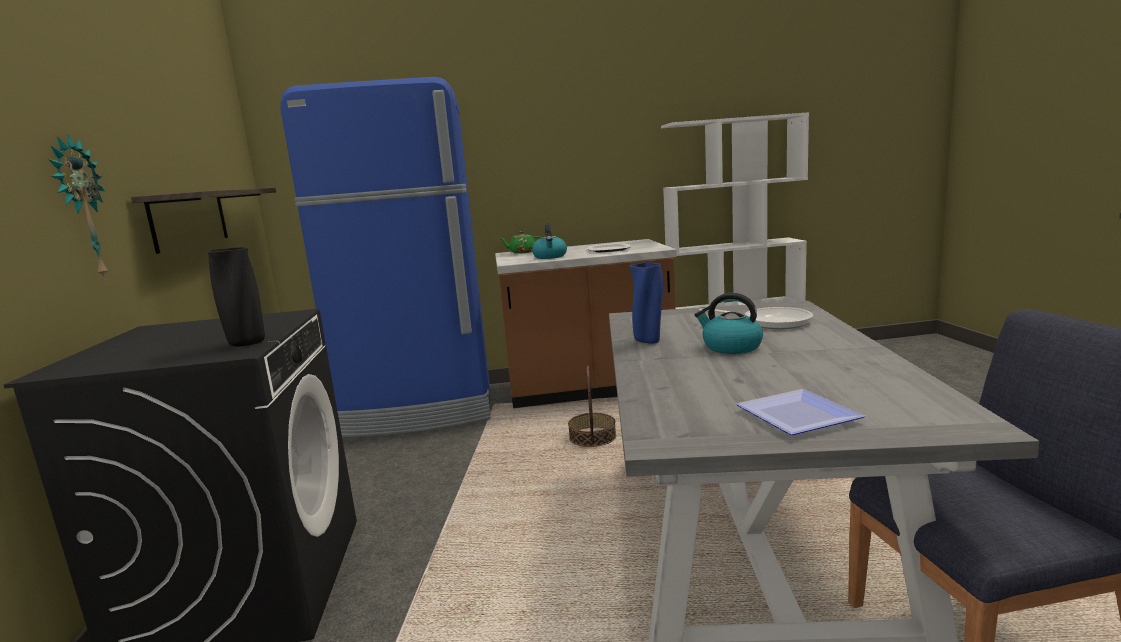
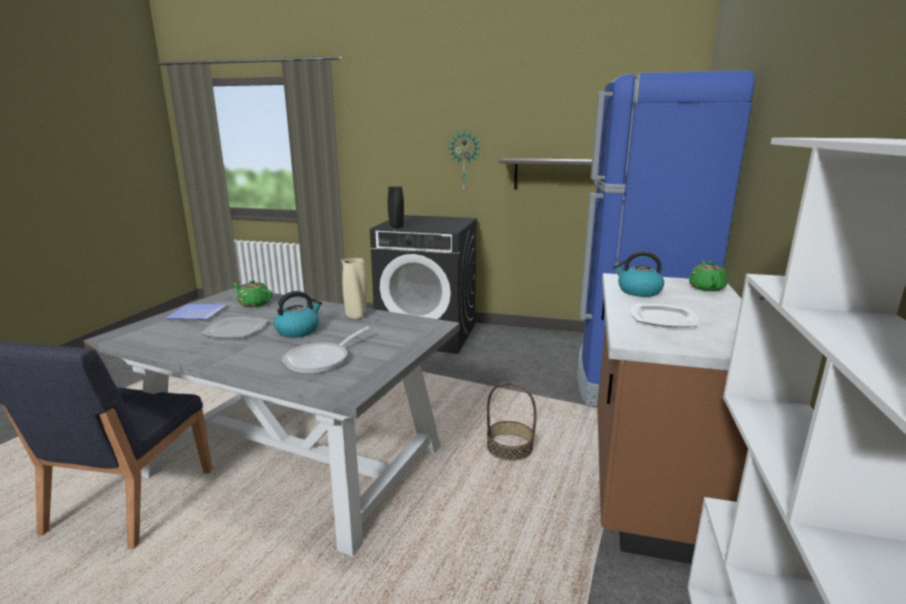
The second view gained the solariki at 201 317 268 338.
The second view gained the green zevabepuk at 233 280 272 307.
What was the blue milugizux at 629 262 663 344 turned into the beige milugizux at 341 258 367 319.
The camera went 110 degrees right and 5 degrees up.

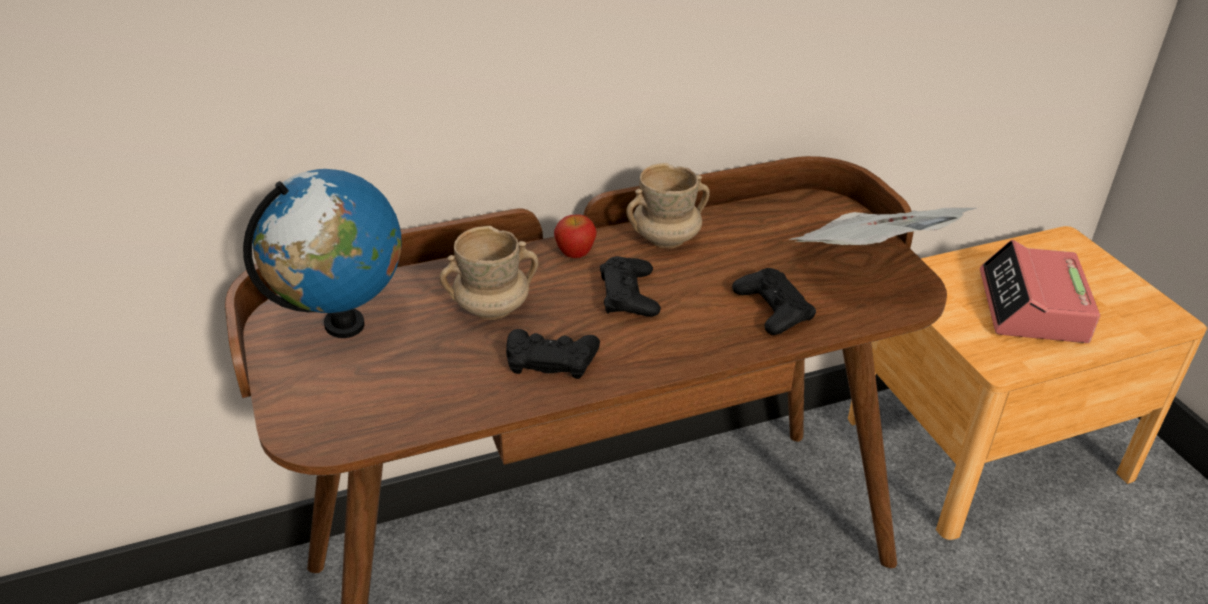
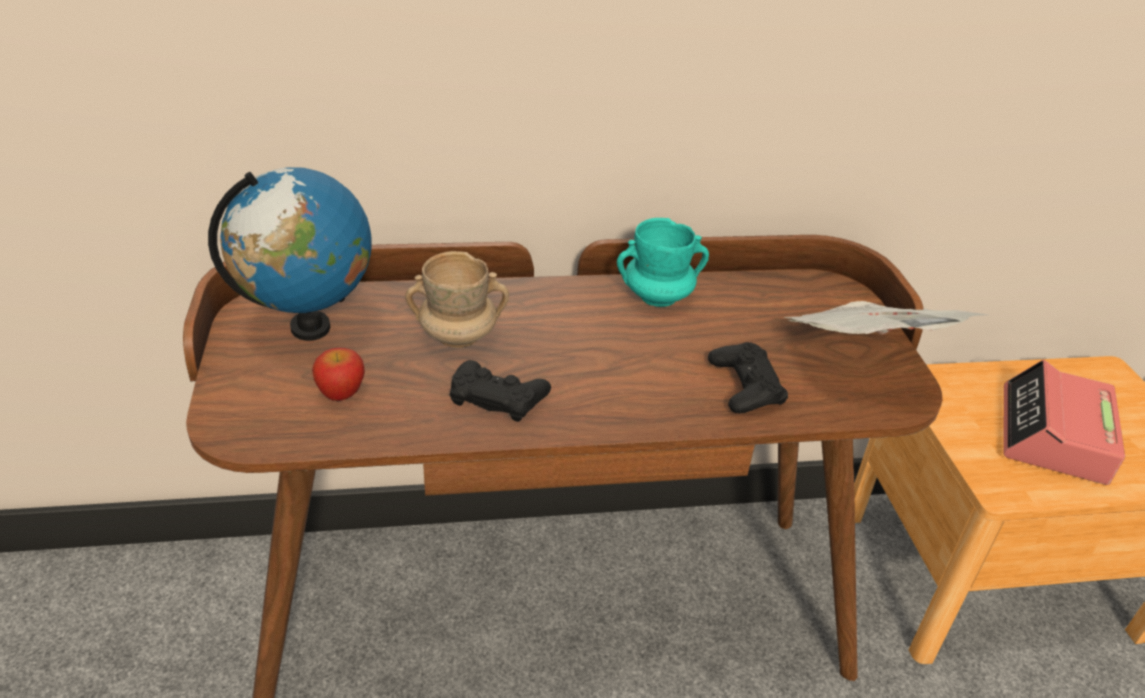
The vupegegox ended up elsewhere, having gone from 554 214 597 258 to 312 348 365 401.
What was the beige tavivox at 626 163 710 249 turned into the turquoise tavivox at 617 218 709 307.
The second view lost the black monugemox at 600 256 661 317.
The camera went 10 degrees right and 0 degrees up.

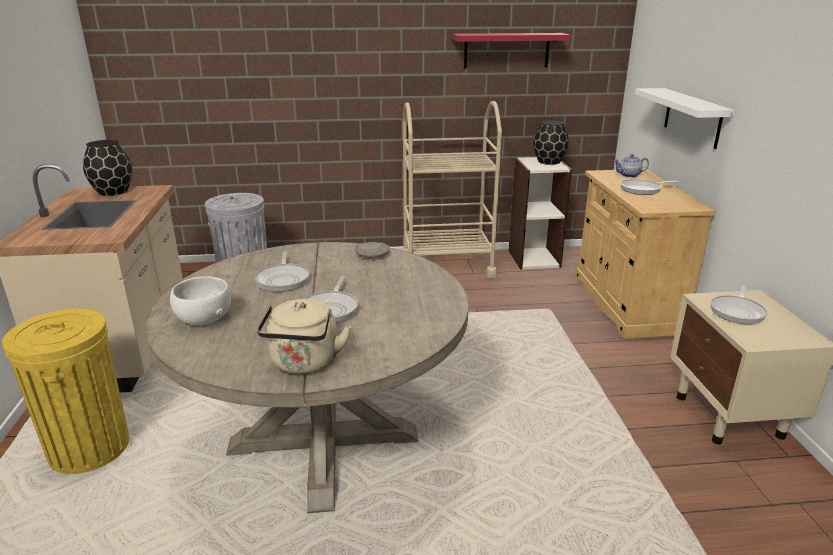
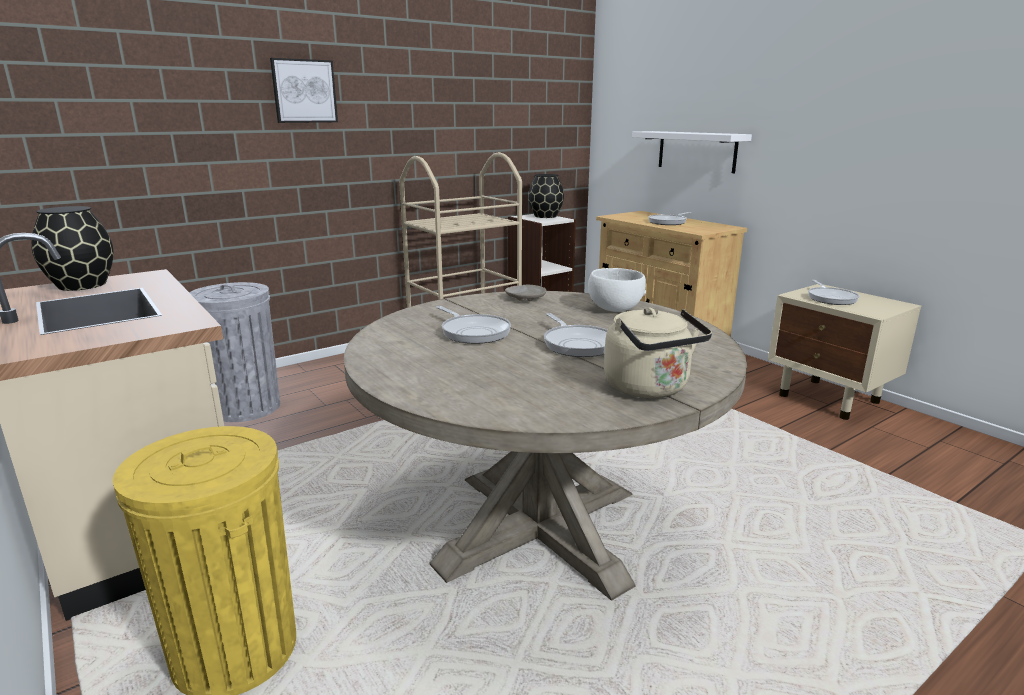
The second view gained the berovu at 270 58 338 123.
The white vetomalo ended up elsewhere, having gone from 170 276 231 325 to 588 268 646 312.
The second view lost the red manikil at 453 33 571 68.
The second view lost the zevabepuk at 614 154 649 178.
The camera went 30 degrees left and 5 degrees down.

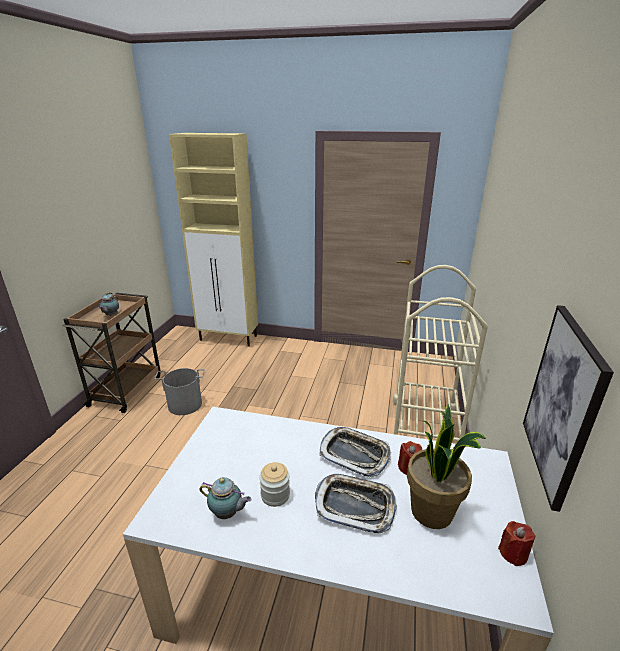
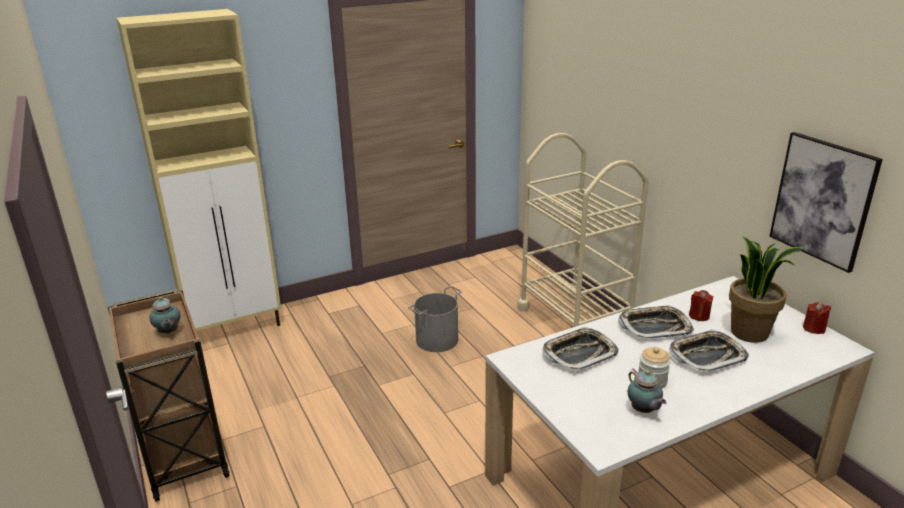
The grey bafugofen ended up elsewhere, having gone from 154 368 205 415 to 408 286 462 352.
The second view gained the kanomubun at 542 327 619 371.
The zevabepuk at 200 477 252 519 ended up facing another way, 90 degrees clockwise from before.
The camera went 40 degrees left and 0 degrees up.

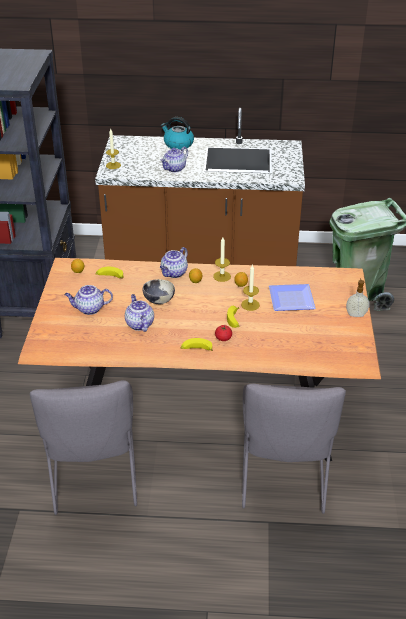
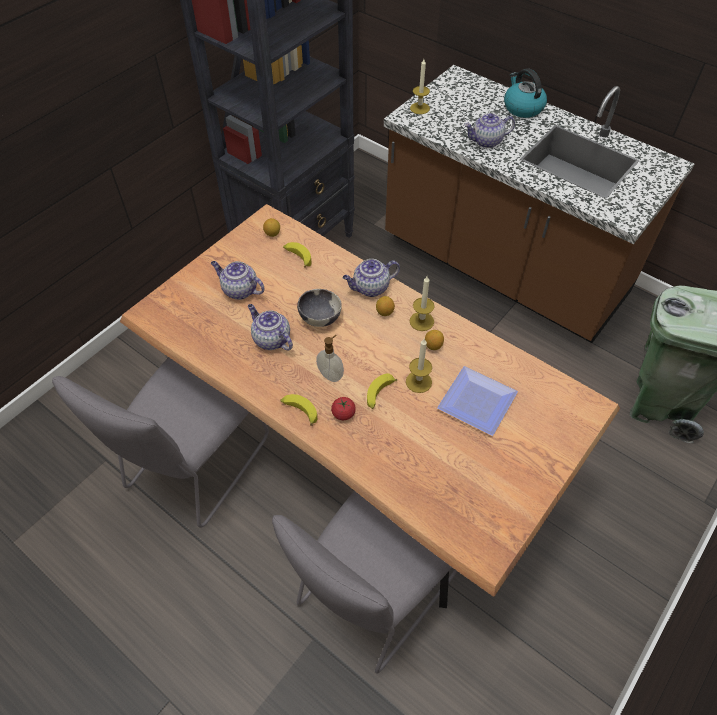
The zevabepuk at 125 294 154 332 ended up facing another way, 60 degrees counterclockwise from before.
The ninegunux ended up elsewhere, having gone from 346 278 369 317 to 316 335 344 382.
The camera went 35 degrees right and 15 degrees up.

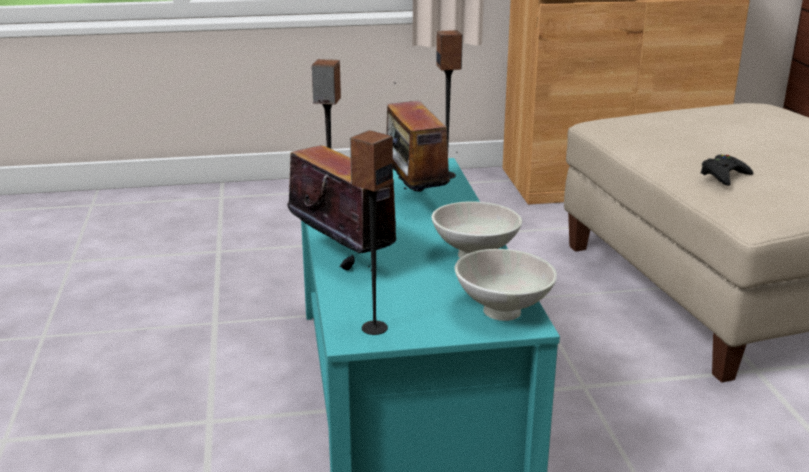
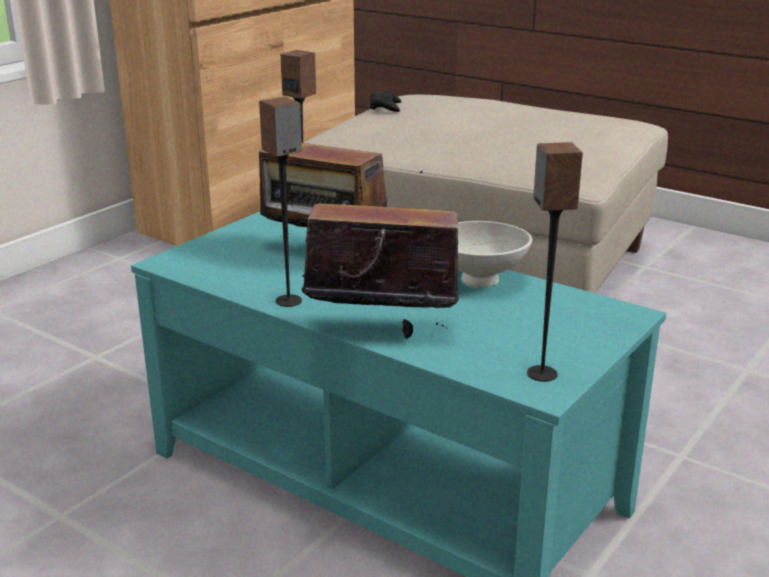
The black monugemox ended up elsewhere, having gone from 700 155 753 186 to 370 91 401 112.
The second view lost the white vetomalo at 455 249 557 321.
The camera went 45 degrees left and 0 degrees up.

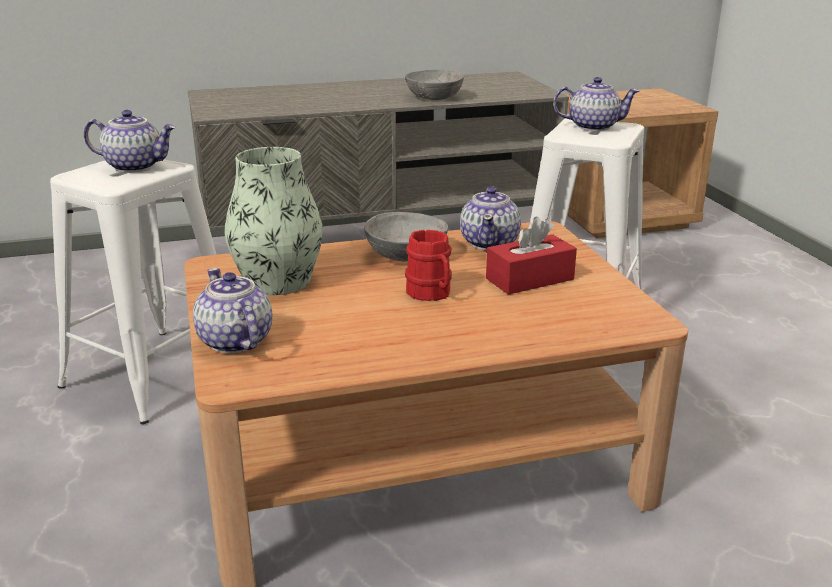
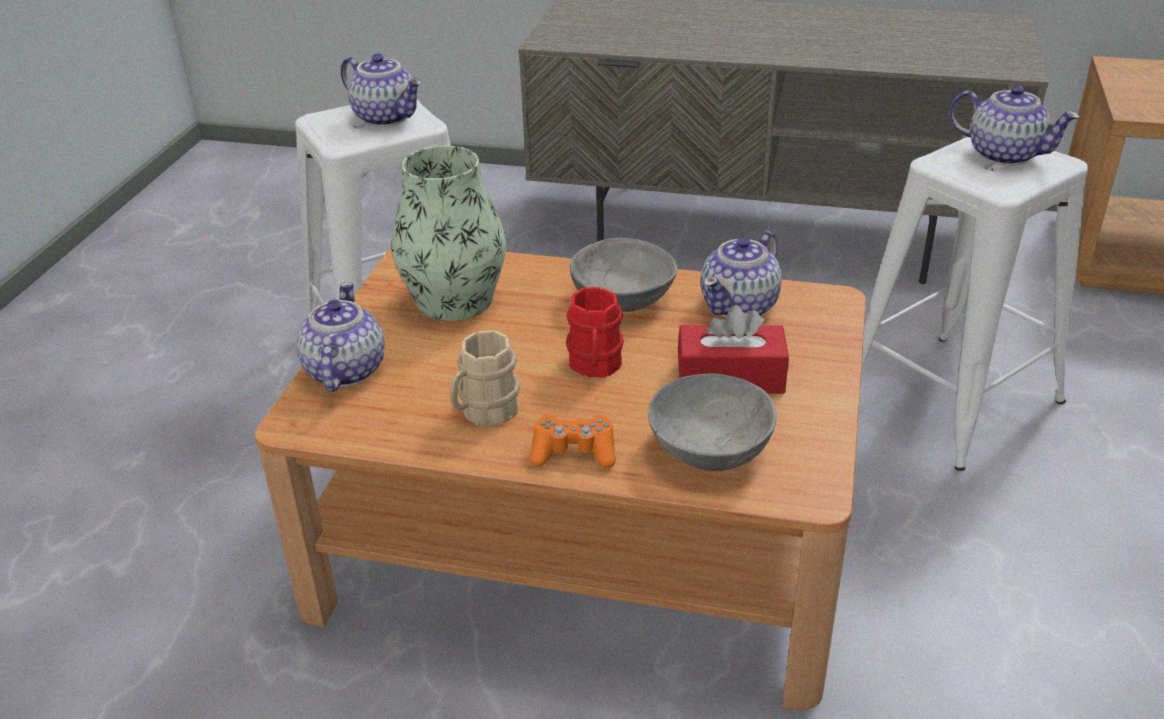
The second view gained the beige tavivox at 450 330 520 427.
The second view gained the orange monugemox at 529 414 616 468.
The grey vetomalo ended up elsewhere, having gone from 405 70 464 100 to 648 374 777 471.
The camera went 30 degrees right and 10 degrees up.

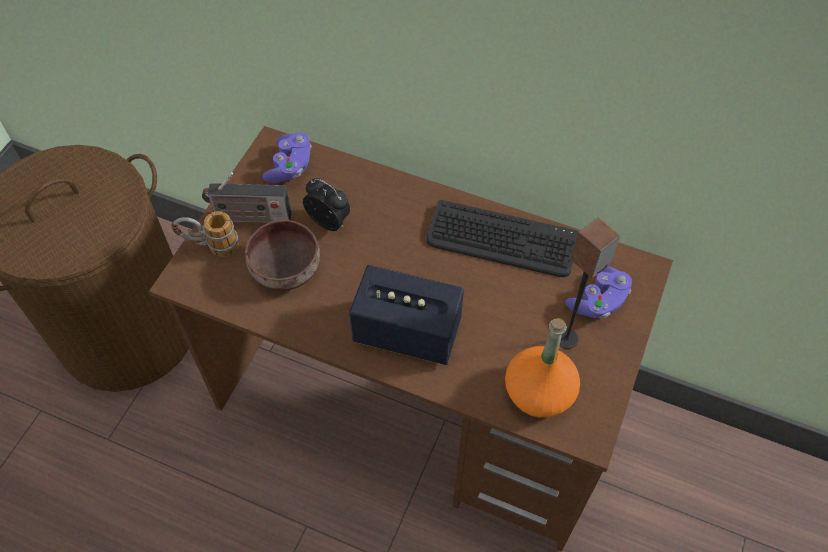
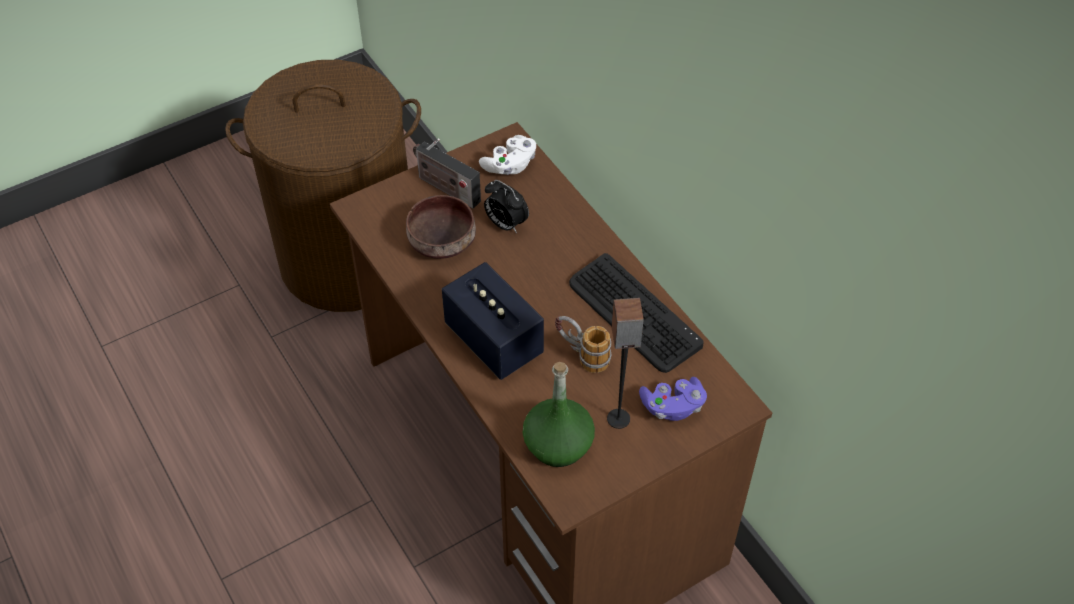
What was the purple monugemox at 262 133 312 183 turned into the white monugemox at 479 135 536 175.
The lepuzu at 303 178 350 231 ended up facing another way, 150 degrees clockwise from before.
What was the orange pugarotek at 505 318 580 418 turned into the green pugarotek at 523 362 595 467.
The tavivox ended up elsewhere, having gone from 171 211 239 257 to 555 316 611 373.
The camera went 35 degrees right and 5 degrees down.

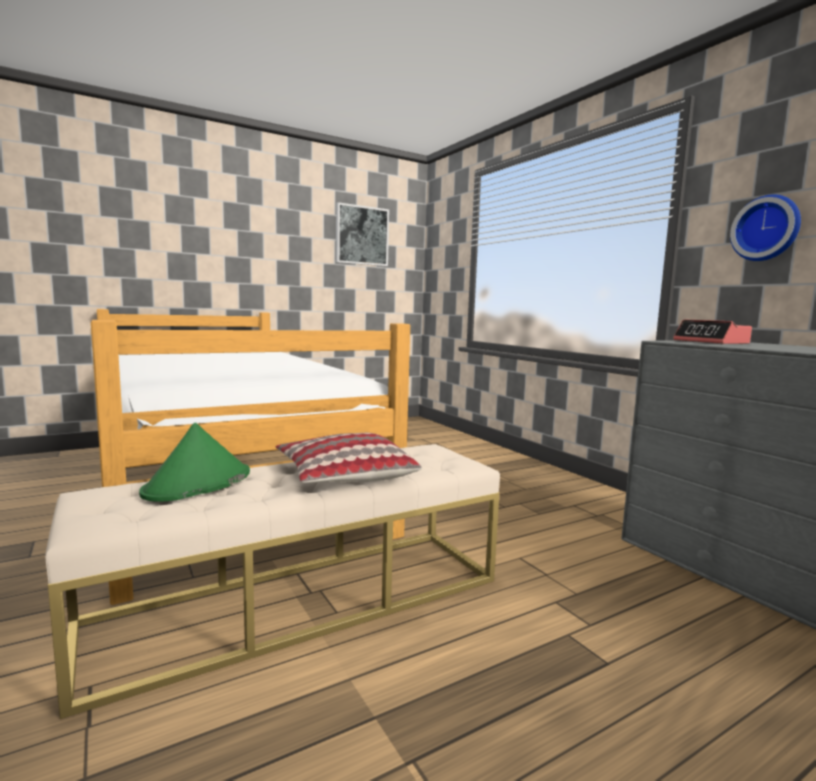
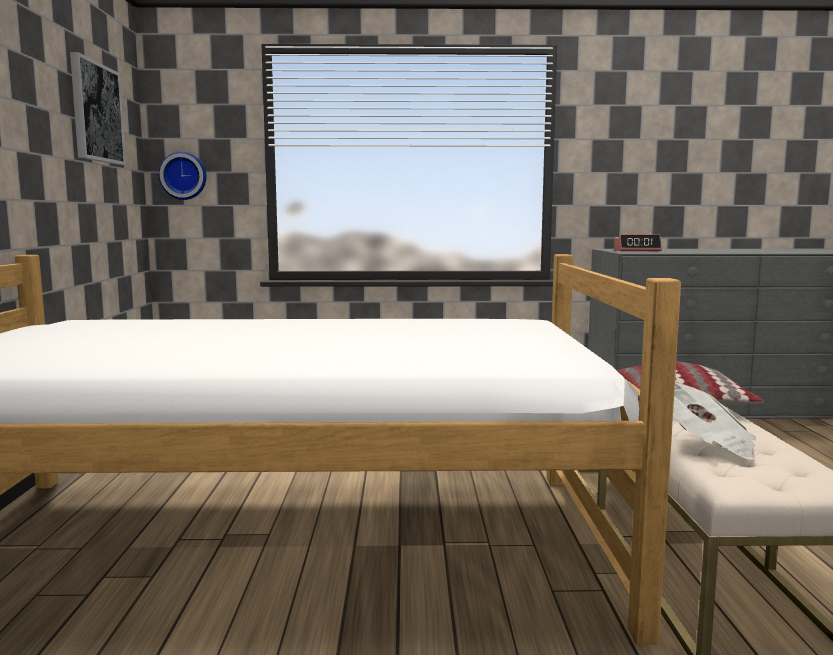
The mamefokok ended up elsewhere, having gone from 730 194 801 261 to 159 151 206 200.
Where the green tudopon stood at 139 423 250 502, the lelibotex came to stand at 673 382 756 461.
The camera went 60 degrees left and 0 degrees up.

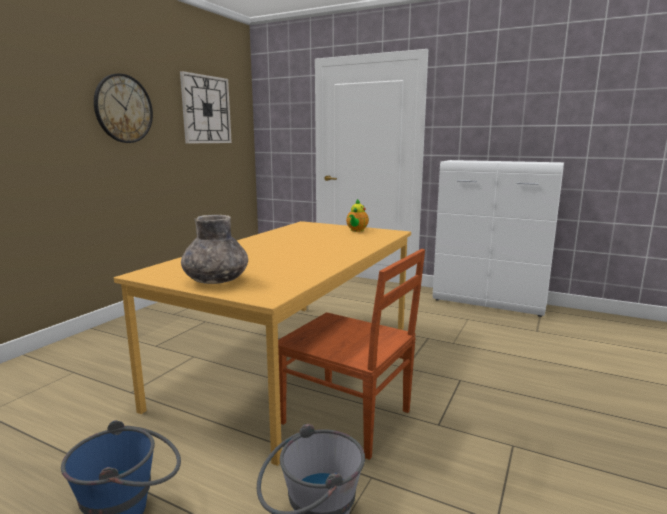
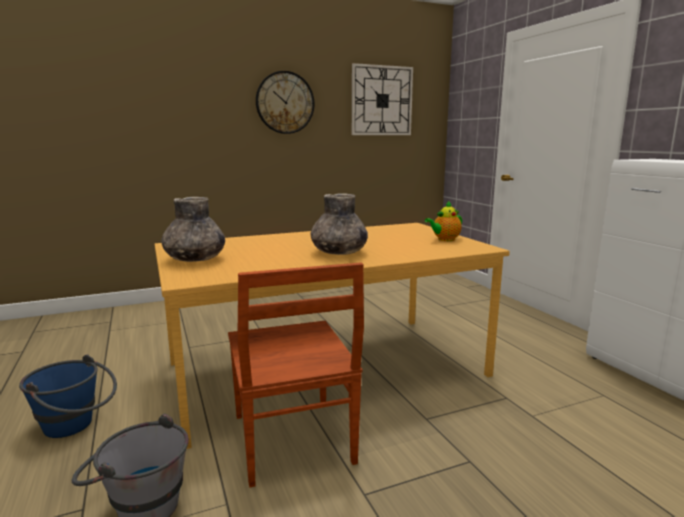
The second view gained the grey milugizux at 310 193 368 255.
The camera went 40 degrees right and 0 degrees up.

